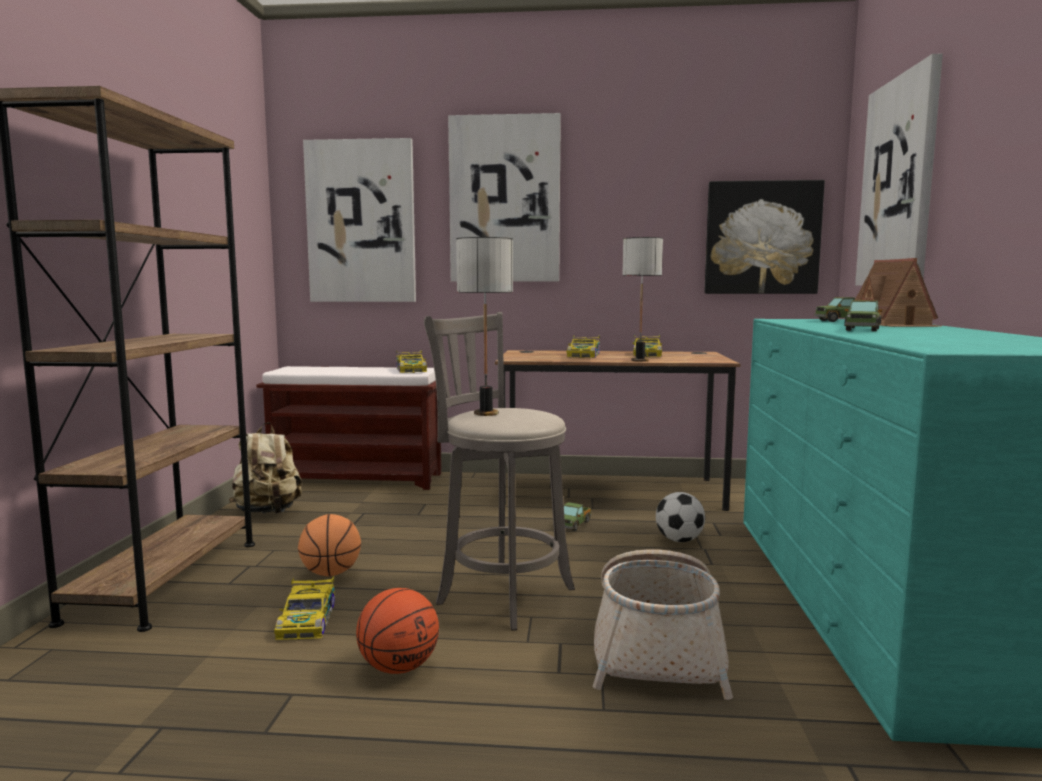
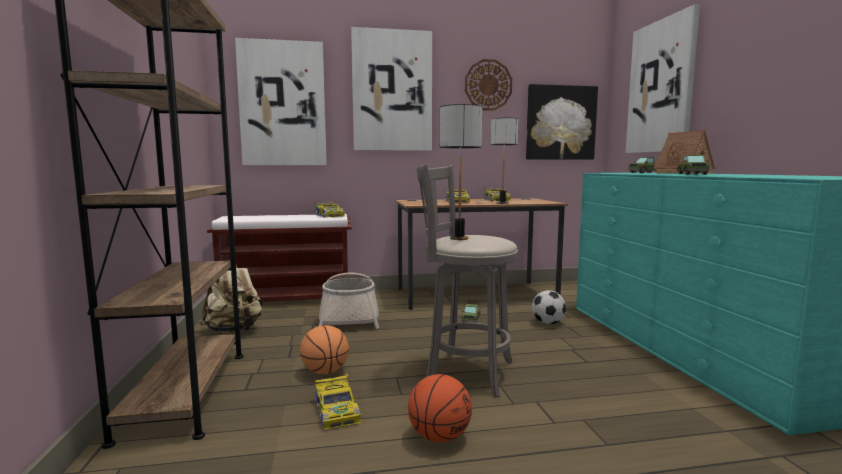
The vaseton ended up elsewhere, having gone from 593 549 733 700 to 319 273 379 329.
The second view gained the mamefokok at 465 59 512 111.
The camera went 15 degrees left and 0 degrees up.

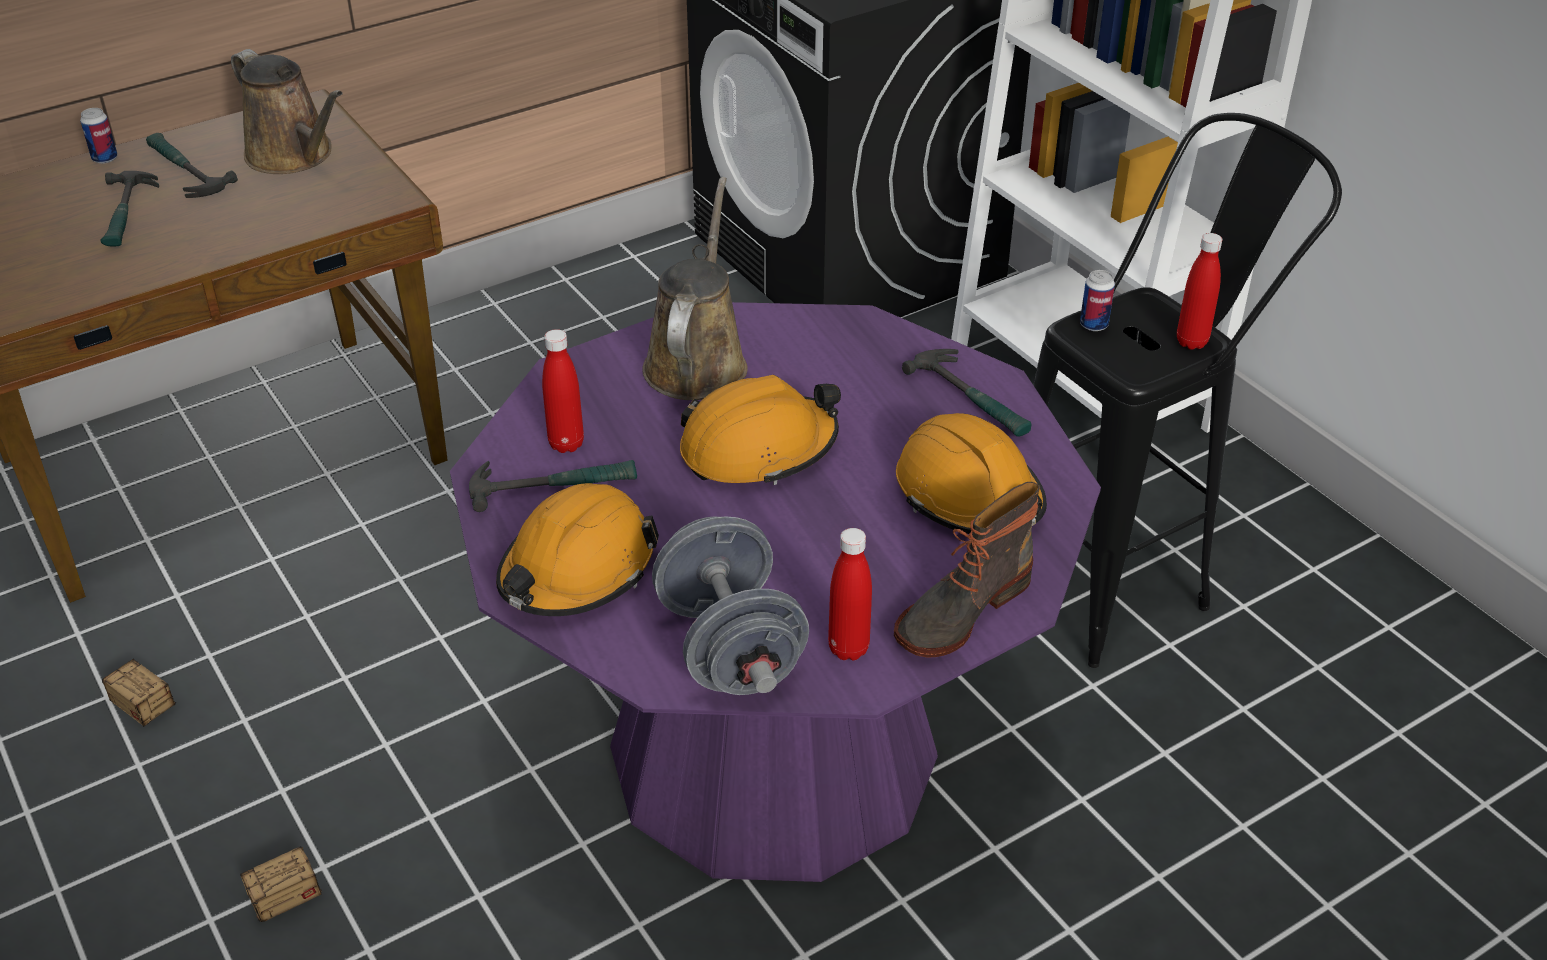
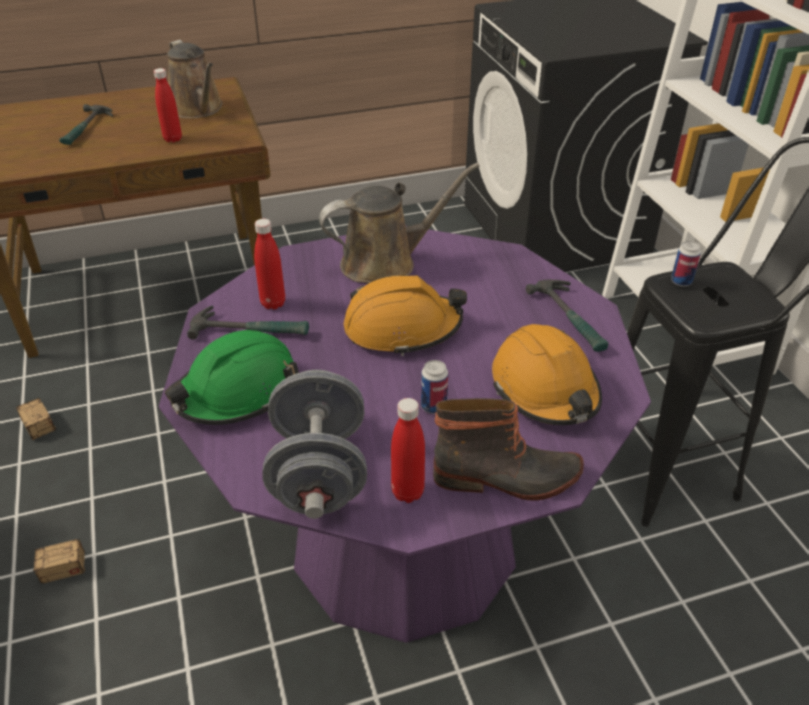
The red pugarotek ended up elsewhere, having gone from 1177 233 1222 350 to 154 68 182 143.
What was the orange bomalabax at 496 483 659 616 turned into the green bomalabax at 165 330 299 425.
The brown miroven at 643 177 748 400 ended up facing another way, 45 degrees clockwise from before.
The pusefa ended up elsewhere, having gone from 80 108 118 164 to 421 360 448 414.
The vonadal at 894 482 1040 657 ended up facing another way, 150 degrees counterclockwise from before.
The second view lost the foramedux at 146 133 238 198.
The camera went 15 degrees right and 0 degrees up.

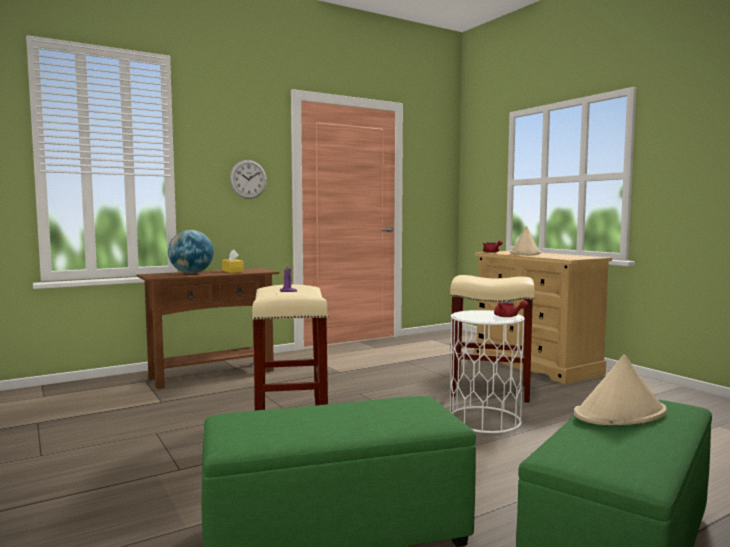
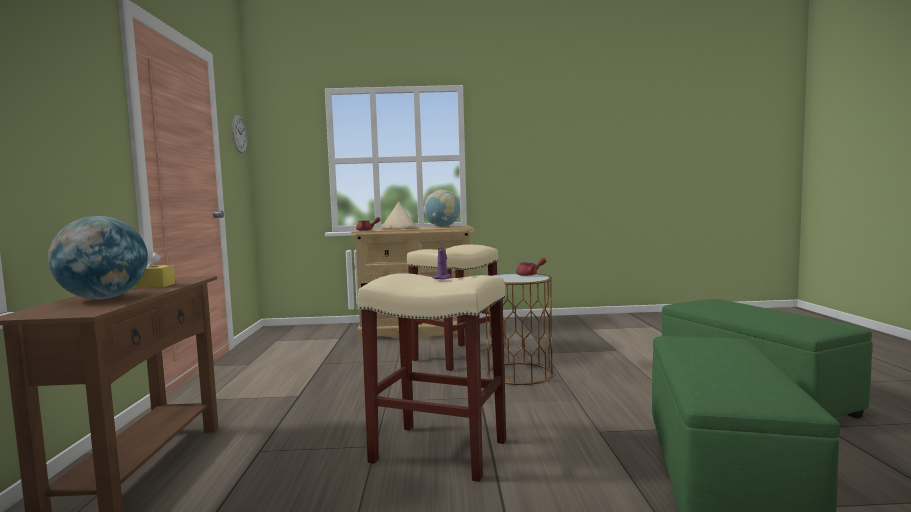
The mamefokok ended up elsewhere, having gone from 230 160 267 199 to 232 115 247 153.
The second view gained the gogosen at 423 189 460 227.
What was the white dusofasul at 450 310 525 433 turned into the brown dusofasul at 486 273 553 385.
The second view lost the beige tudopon at 574 354 667 425.
The camera went 60 degrees left and 0 degrees up.

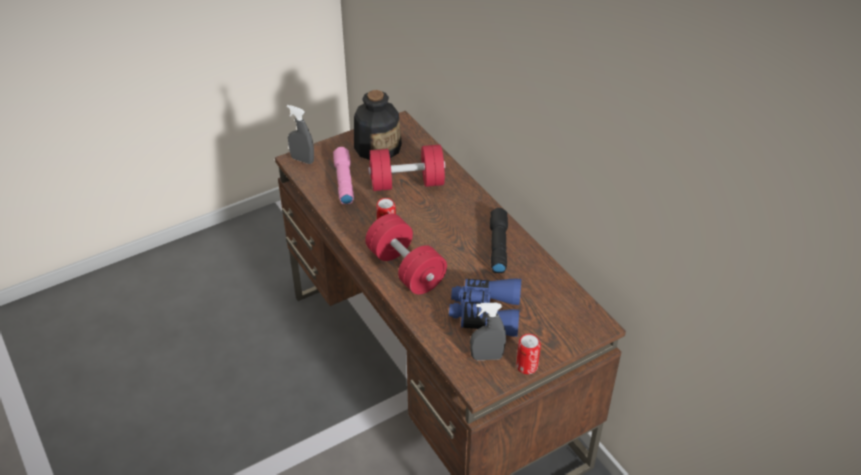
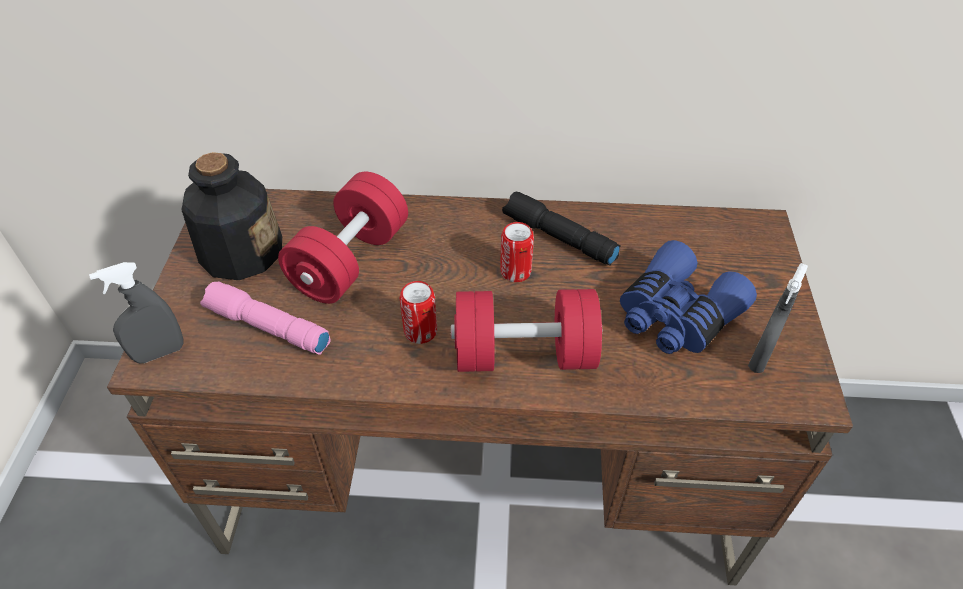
The pusefa ended up elsewhere, having gone from 516 334 541 374 to 500 222 534 282.
The camera went 55 degrees left and 5 degrees up.

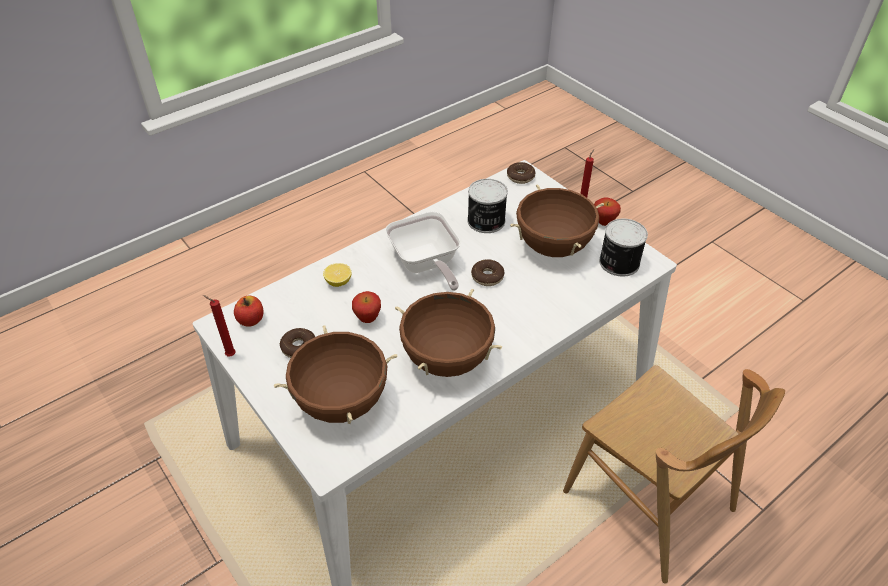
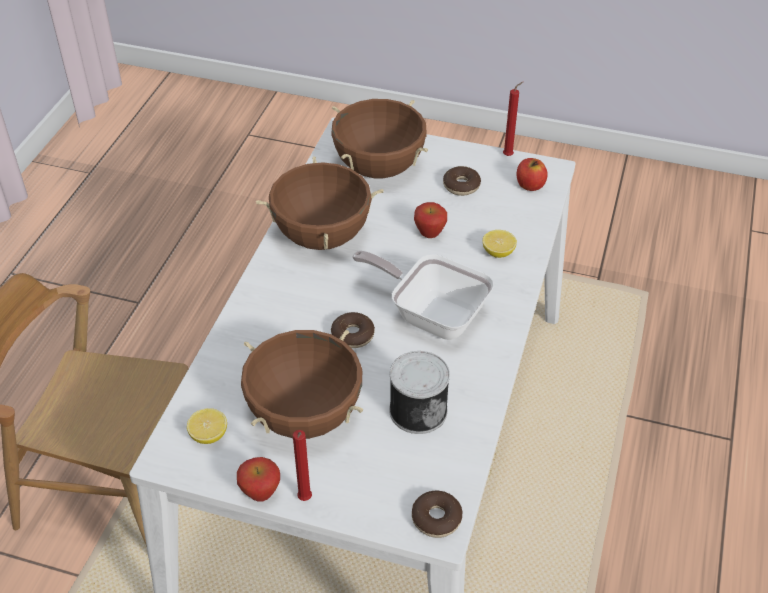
Where the pusefa stood at 599 219 648 277, the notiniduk came to stand at 187 408 227 444.
The camera went 145 degrees right and 0 degrees up.

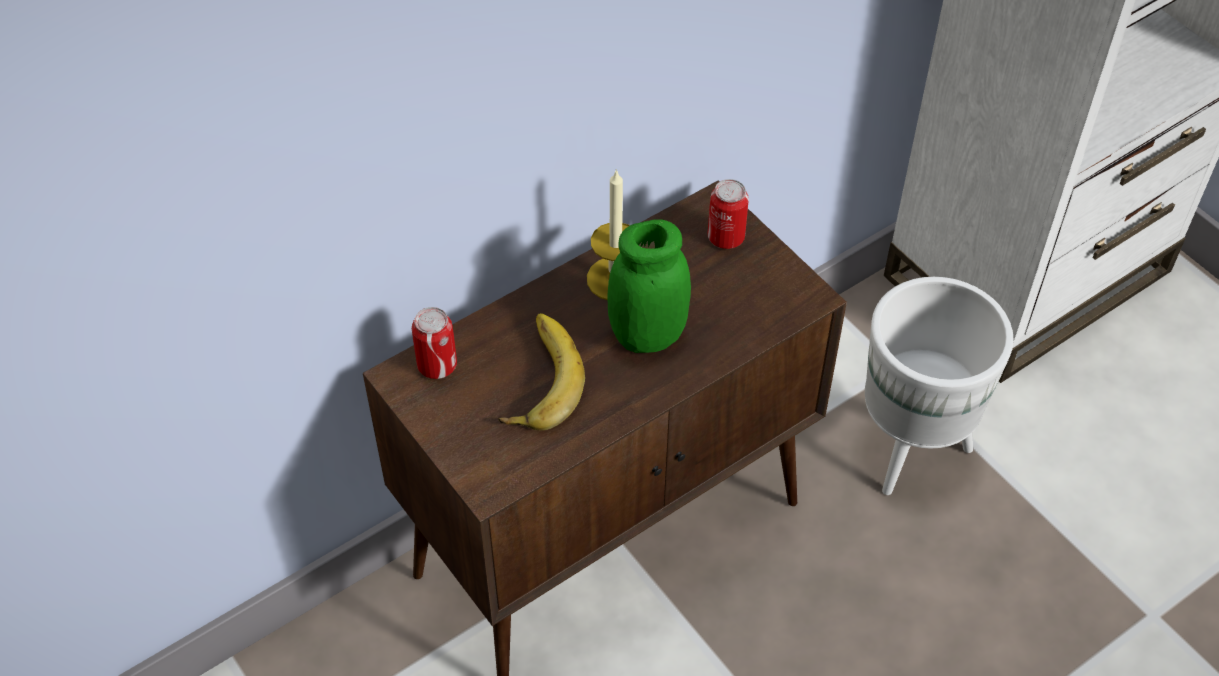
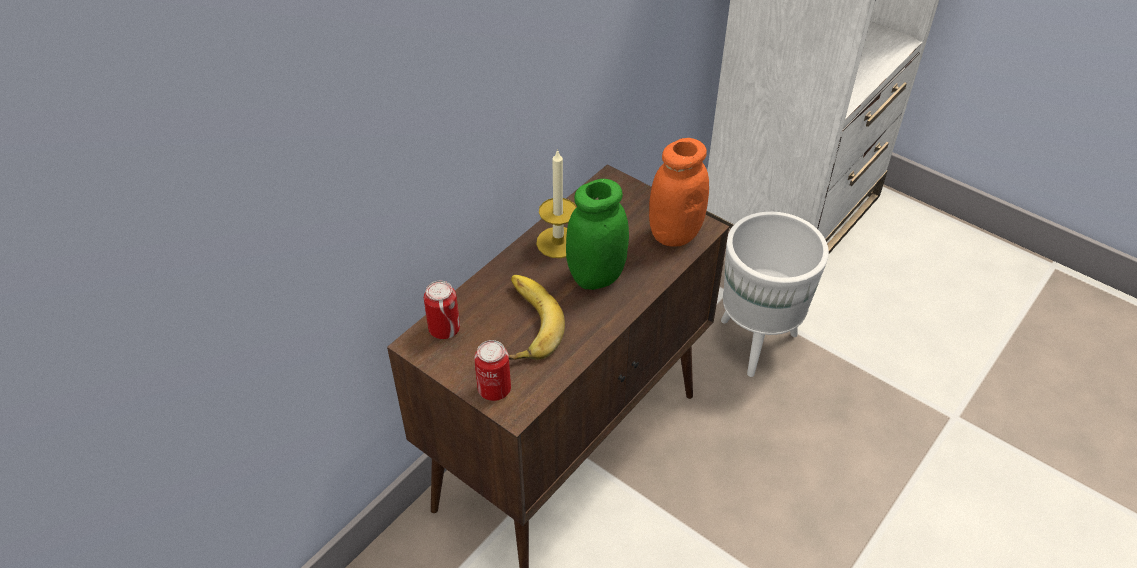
The pusefa ended up elsewhere, having gone from 707 179 749 249 to 474 340 511 401.
The second view gained the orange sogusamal at 649 138 709 247.
The camera went 15 degrees left and 5 degrees down.

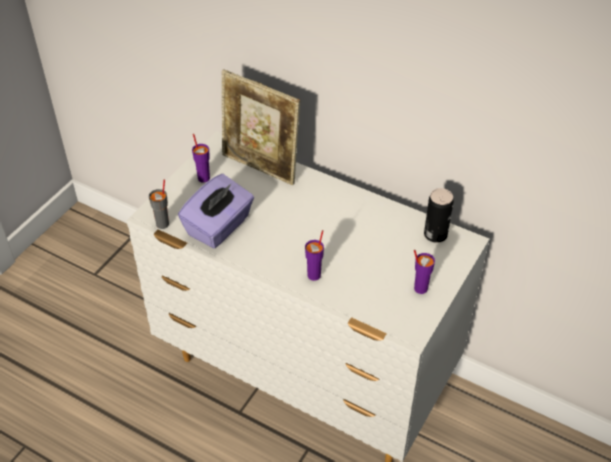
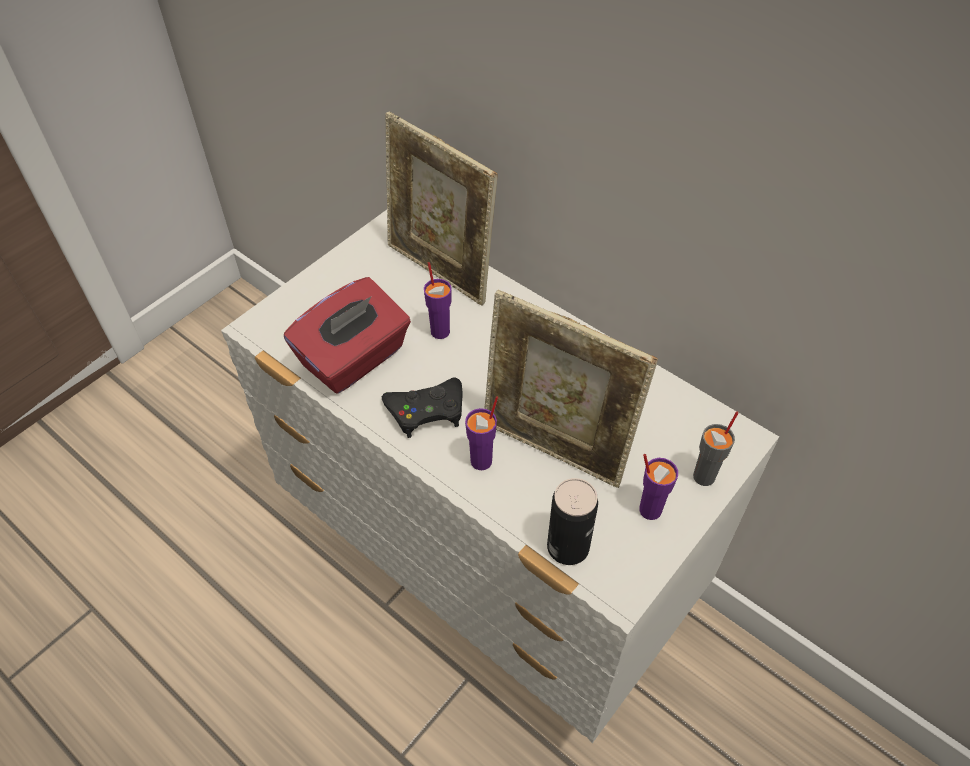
What was the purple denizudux at 178 174 254 248 turned into the red denizudux at 284 277 411 393.
The second view gained the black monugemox at 382 378 463 438.
The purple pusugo ended up elsewhere, having gone from 192 134 210 183 to 424 262 452 339.
The second view gained the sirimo at 484 290 658 488.
The pusefa ended up elsewhere, having gone from 424 188 454 243 to 547 478 598 565.
The grey pusugo ended up elsewhere, having gone from 149 179 169 229 to 693 412 739 486.
The camera went 10 degrees right and 5 degrees up.

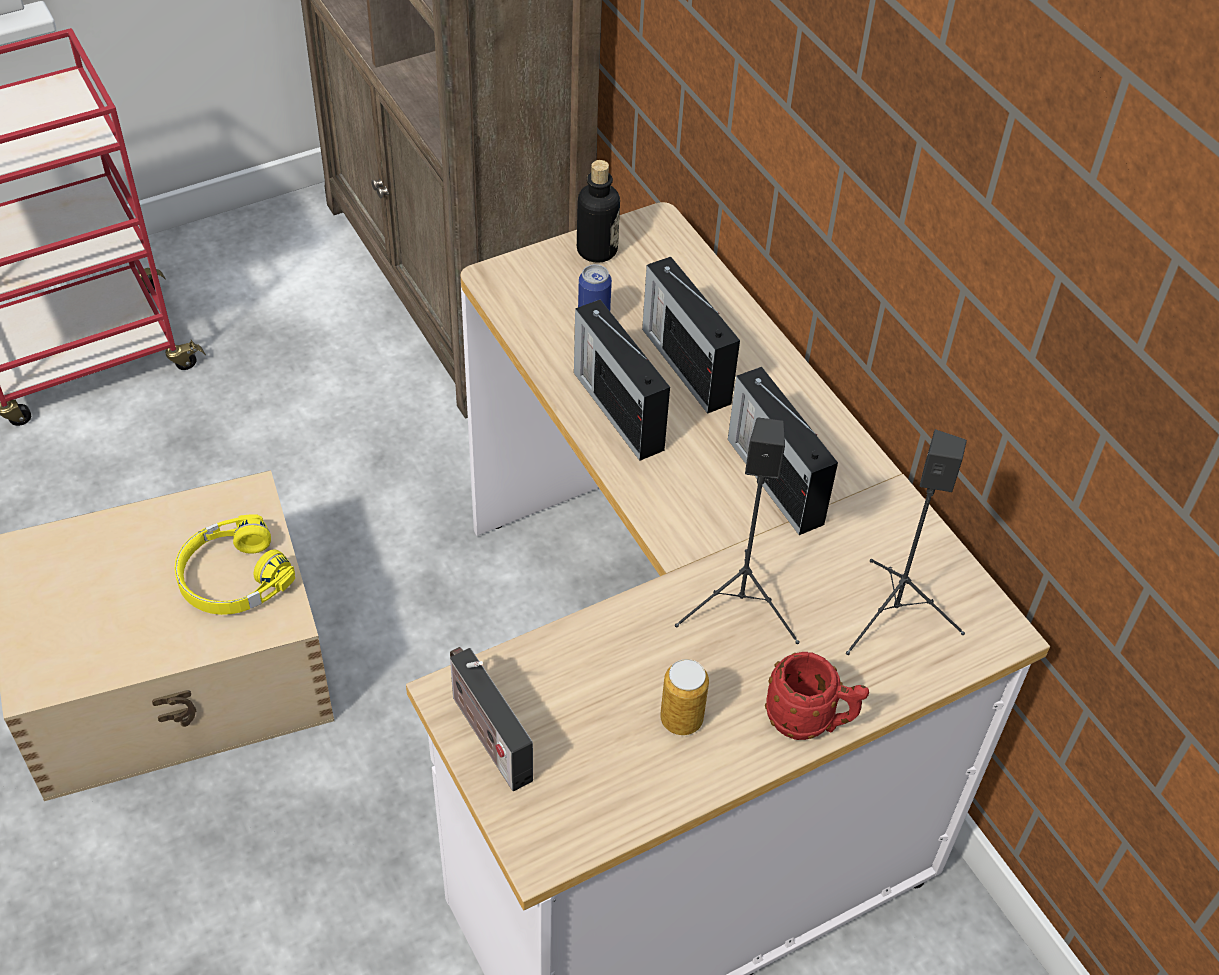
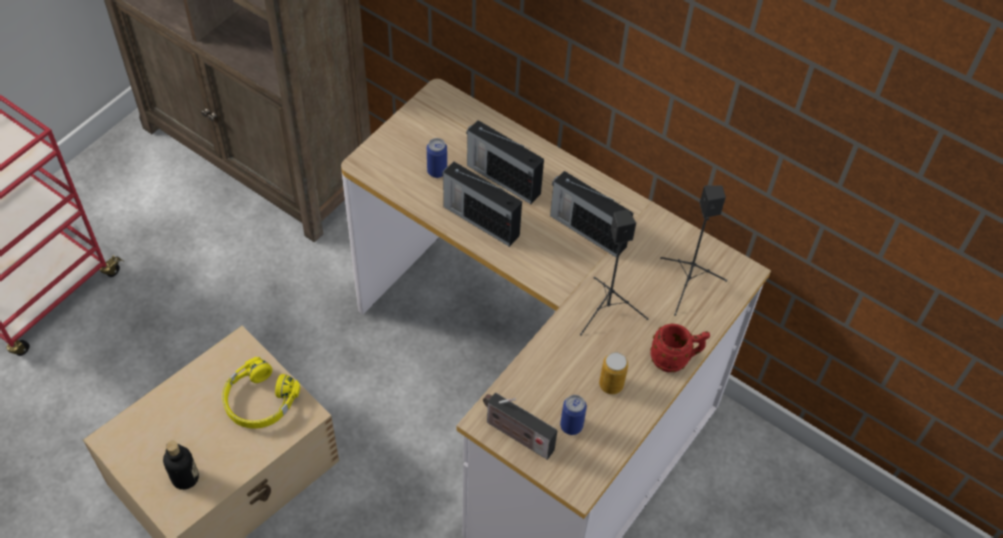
The pugarotek ended up elsewhere, having gone from 577 160 620 263 to 163 441 199 490.
The second view gained the pusefa at 560 395 587 435.
The camera went 25 degrees left and 5 degrees up.

